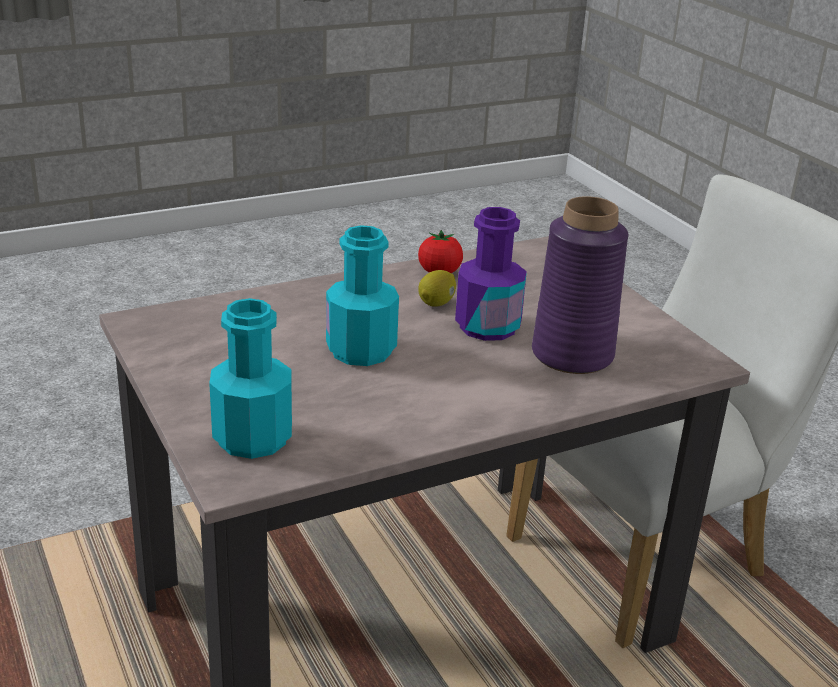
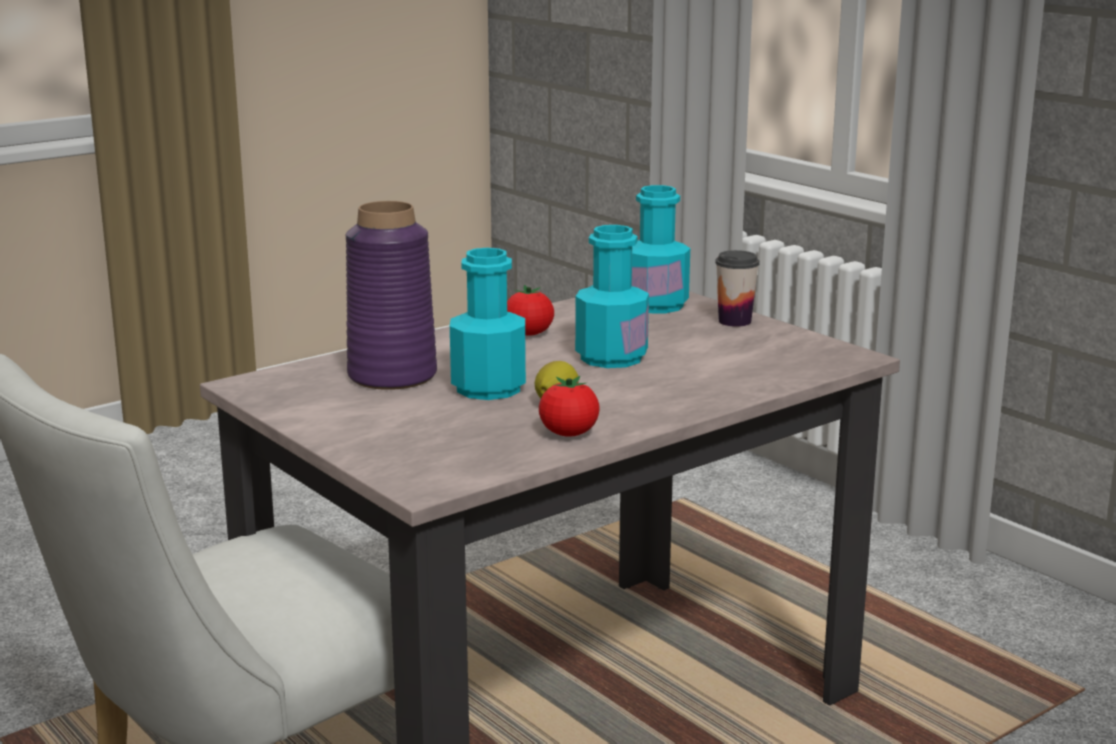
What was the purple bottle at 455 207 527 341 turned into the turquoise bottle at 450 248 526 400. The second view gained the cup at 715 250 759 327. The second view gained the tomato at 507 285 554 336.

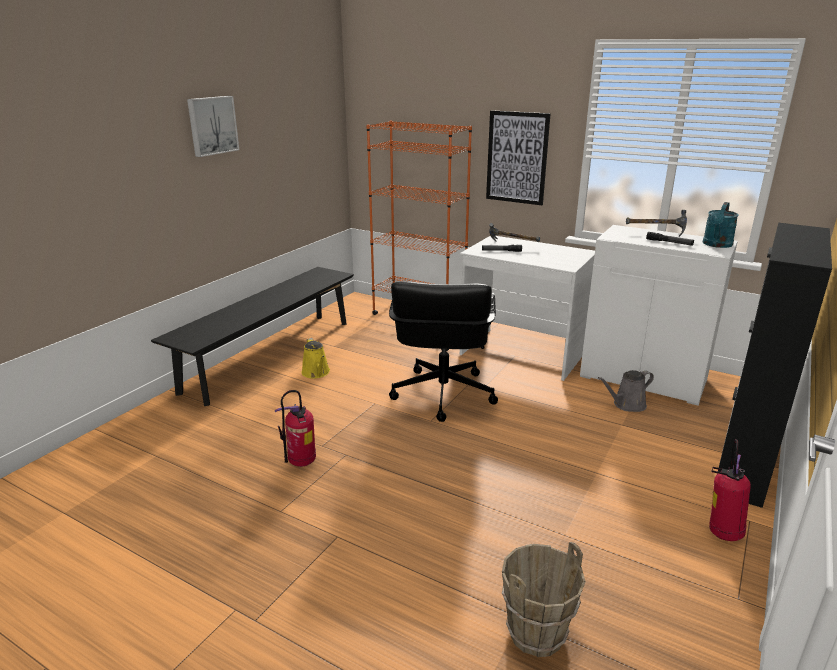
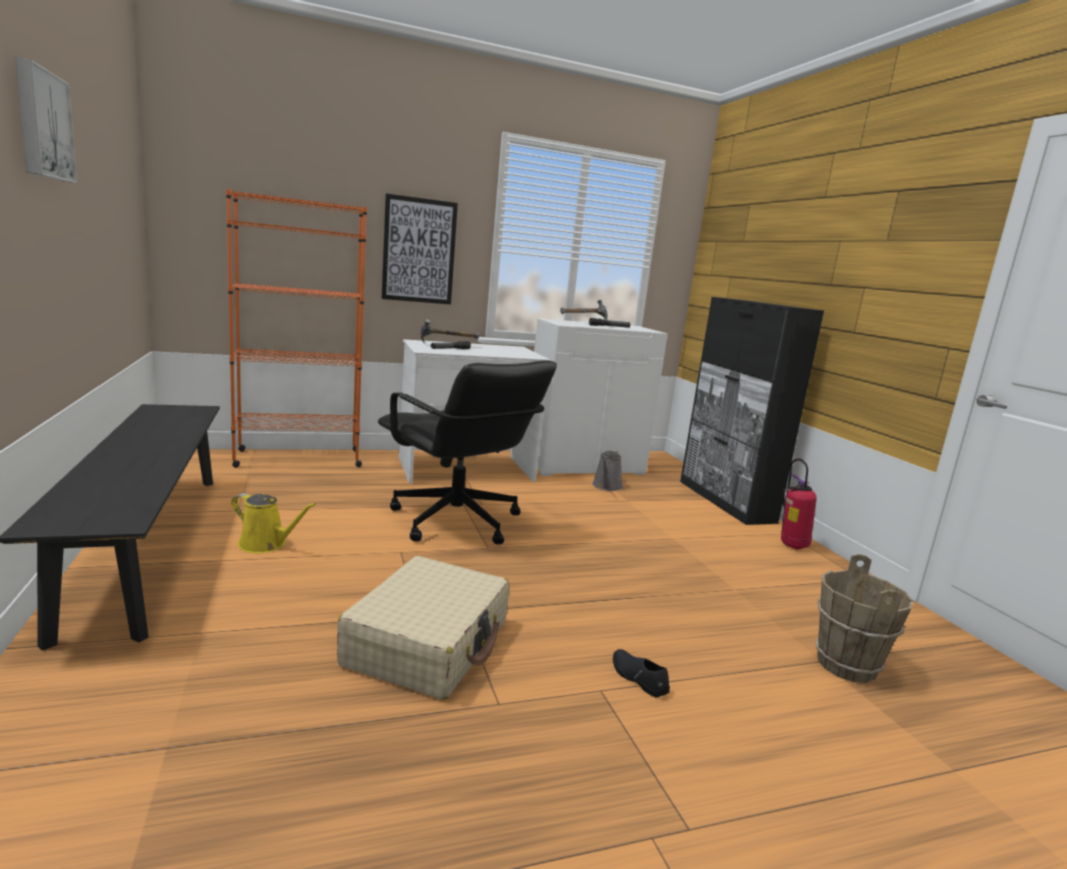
The second view lost the turquoise watering can at 703 202 739 248. Where the fire extinguisher stood at 275 390 316 467, the beige suitcase came to stand at 337 556 509 700. The second view gained the black shoe at 613 649 670 697.

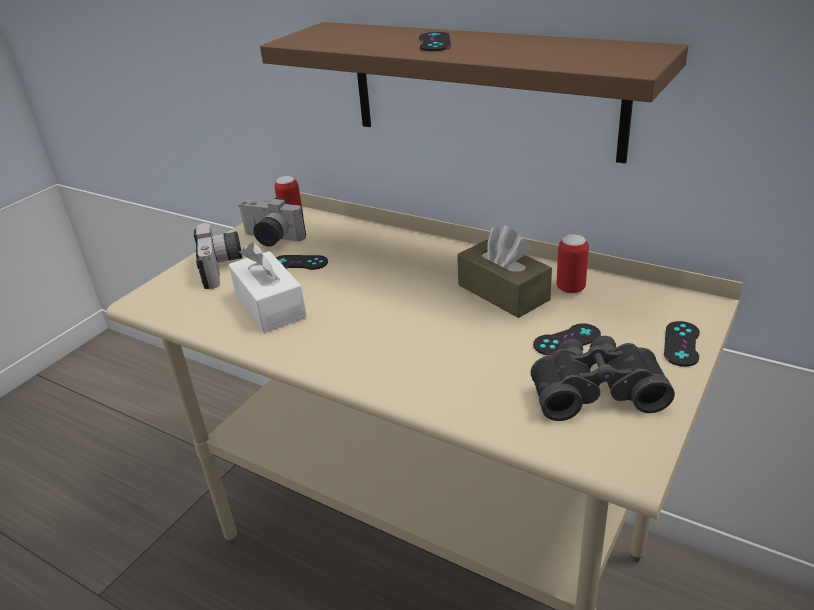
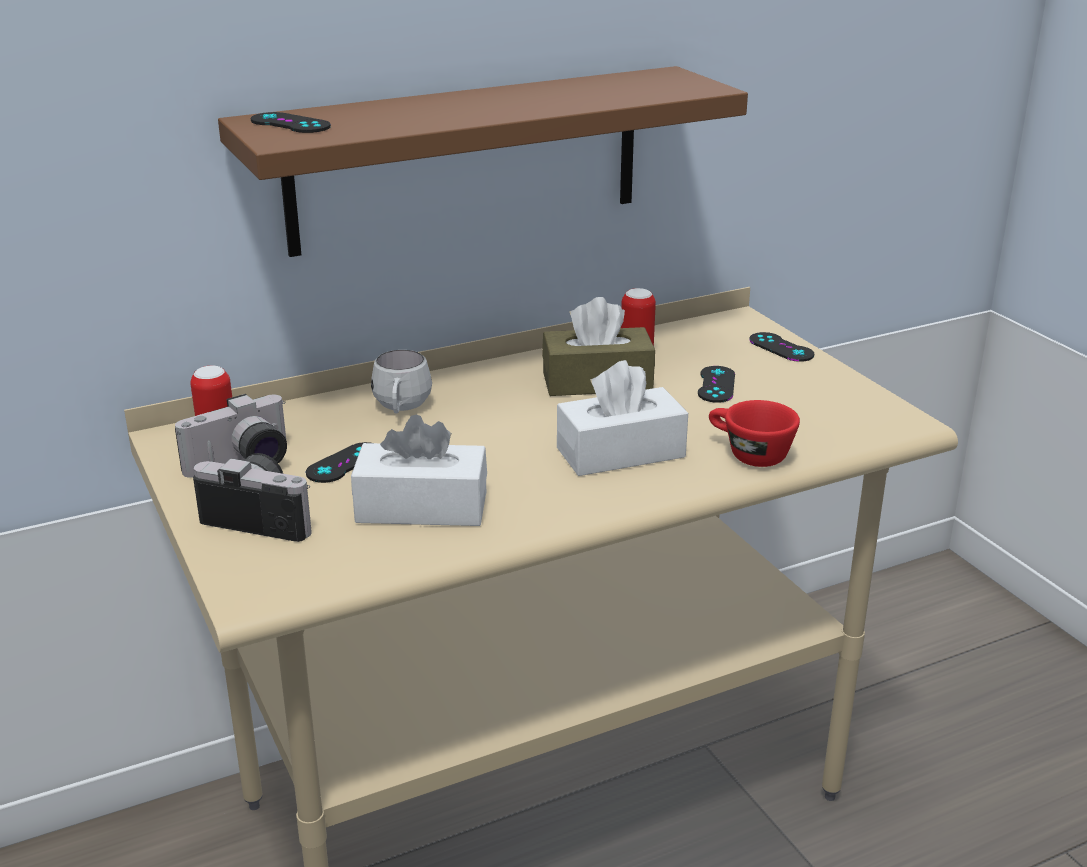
The black game controller ended up elsewhere, having gone from 419 32 451 51 to 251 112 331 133. The second view lost the black binoculars at 531 336 675 421. The second view gained the white mug at 371 350 432 414. The second view gained the white tissue box at 557 360 688 476. The second view gained the red cup at 709 400 800 467.

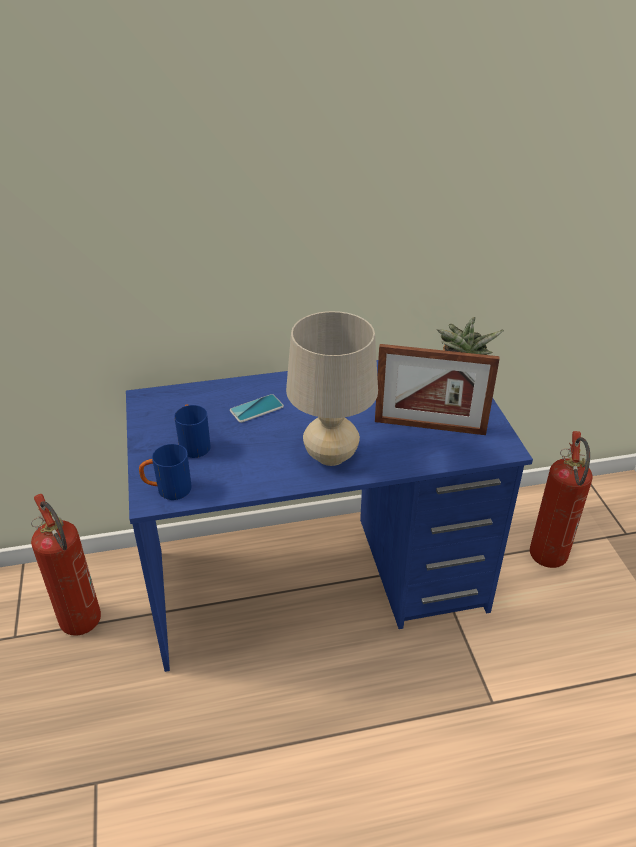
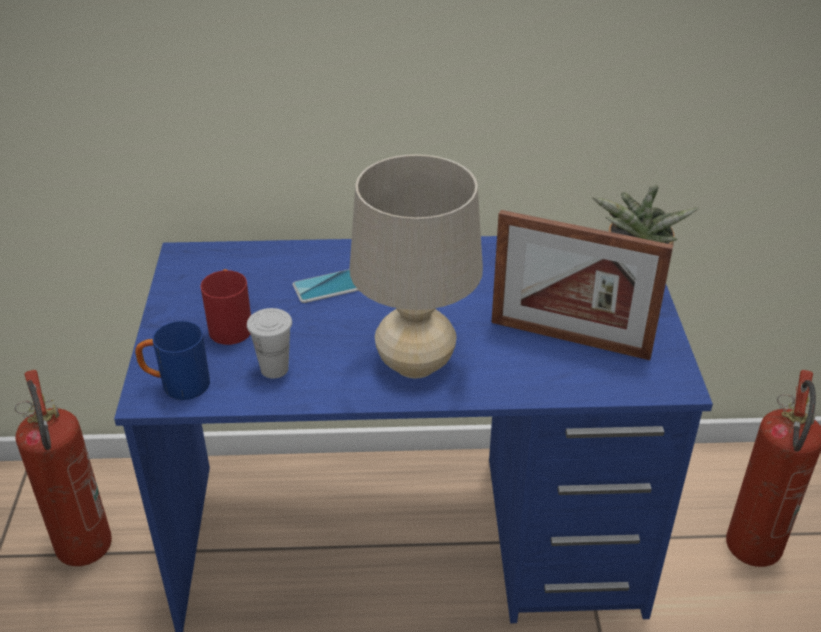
What was the blue mug at 174 404 211 458 turned into the red mug at 201 269 251 345. The second view gained the white cup at 247 308 292 379.

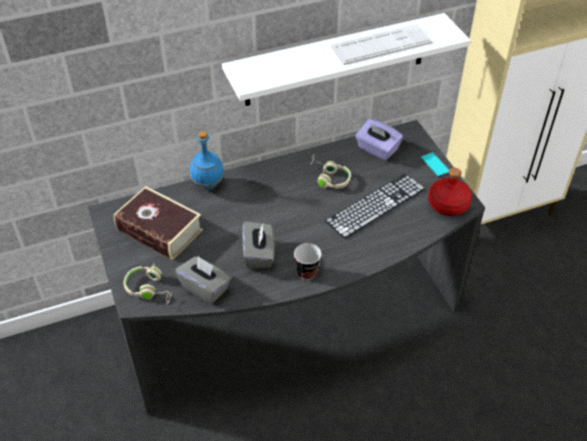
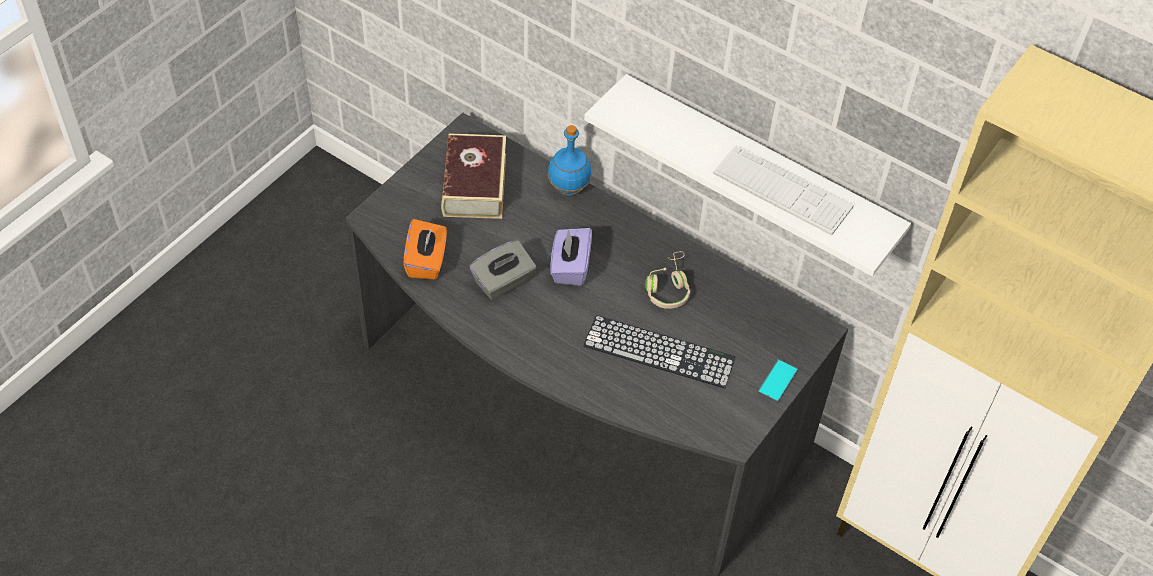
The purple tissue box ended up elsewhere, having gone from 355 119 403 160 to 550 228 592 286. The second view lost the red bottle at 428 168 472 216. The second view lost the cup at 294 243 321 280. What was the grey tissue box at 175 256 231 304 turned into the orange tissue box at 404 219 447 280. The second view lost the beige headphones at 124 263 172 304.

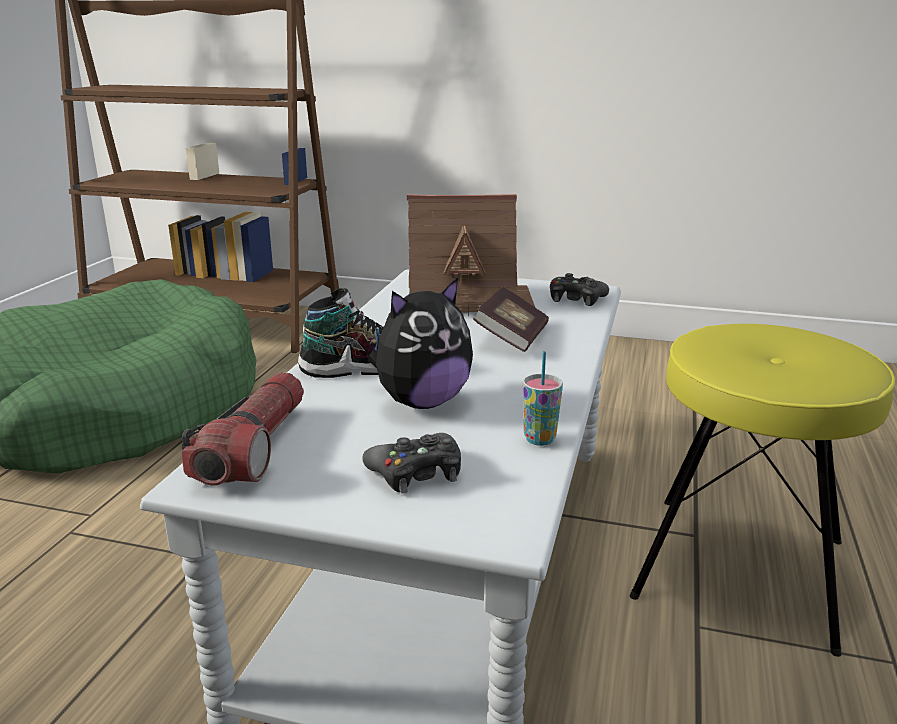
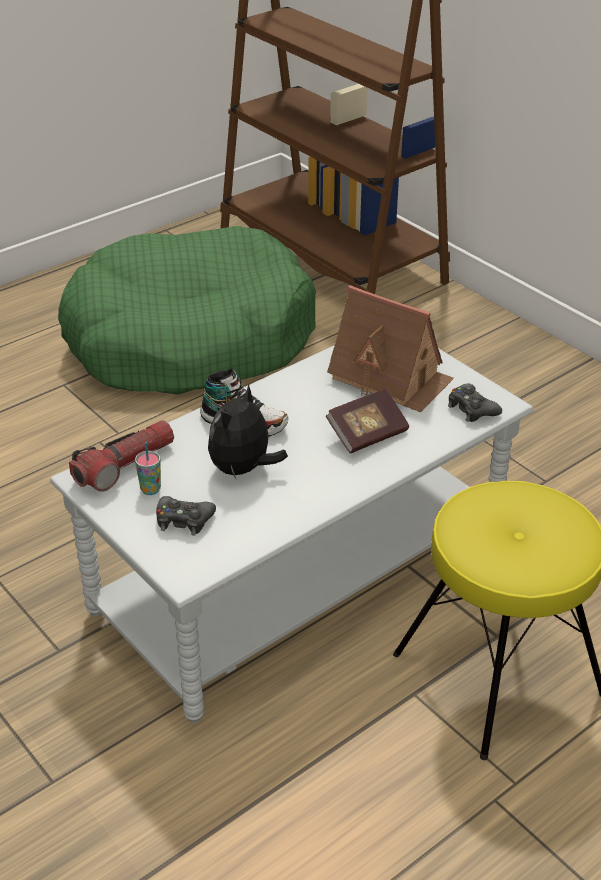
The plush toy at 368 277 473 409 ended up facing another way, 120 degrees clockwise from before. The cup ended up elsewhere, having gone from 523 351 563 446 to 135 442 161 495.

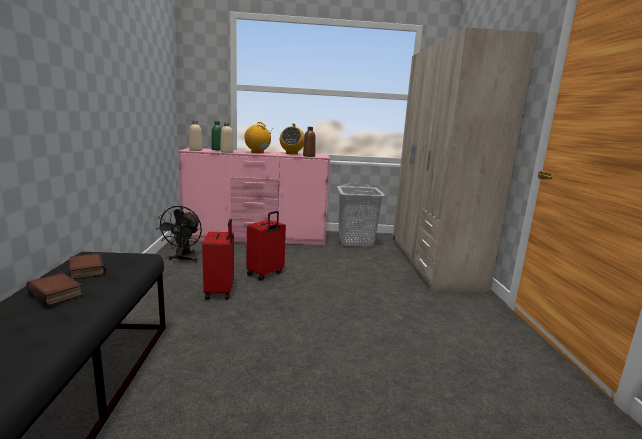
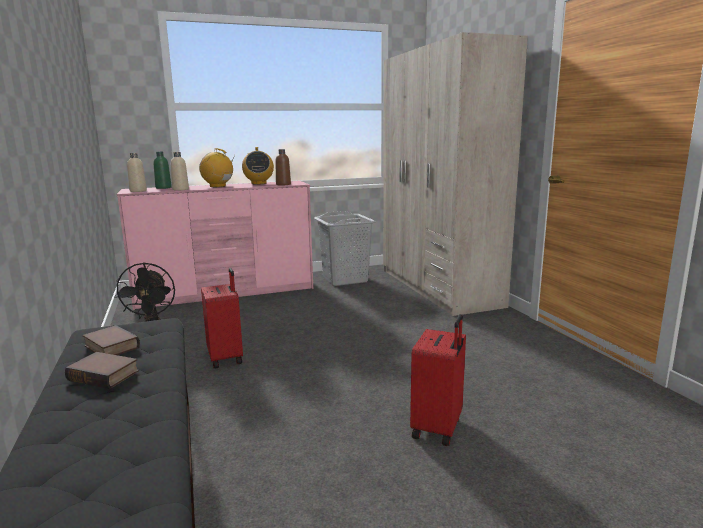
The red suitcase ended up elsewhere, having gone from 247 211 286 281 to 410 314 466 446.

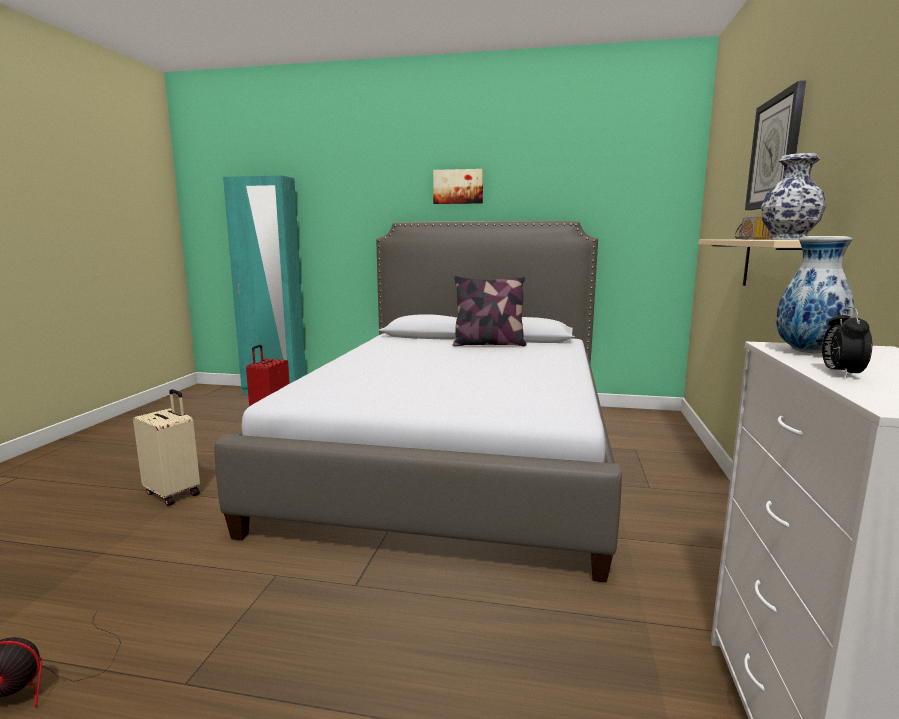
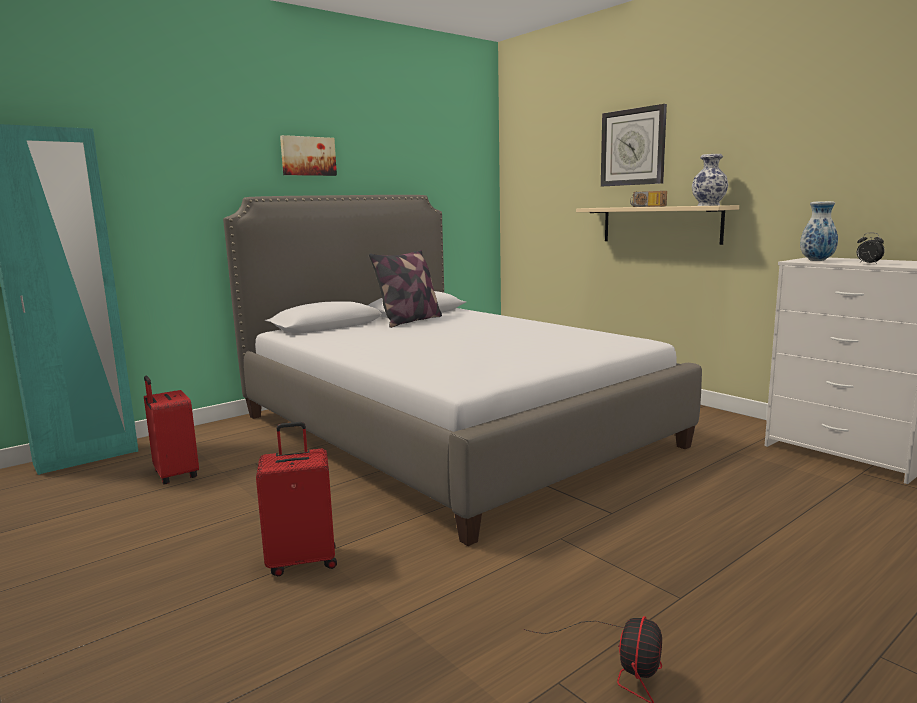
What was the beige suitcase at 133 389 200 506 turned into the red suitcase at 256 422 337 576.

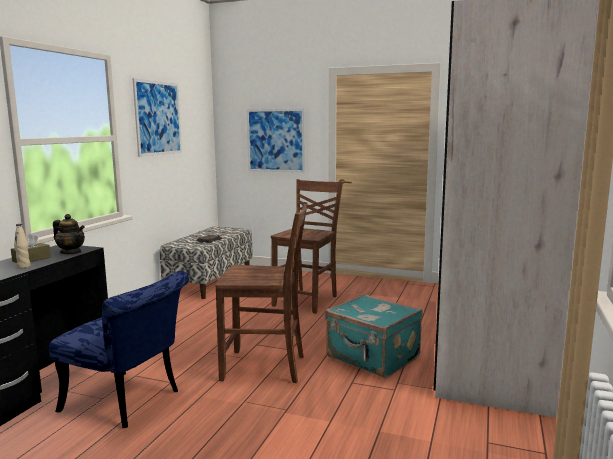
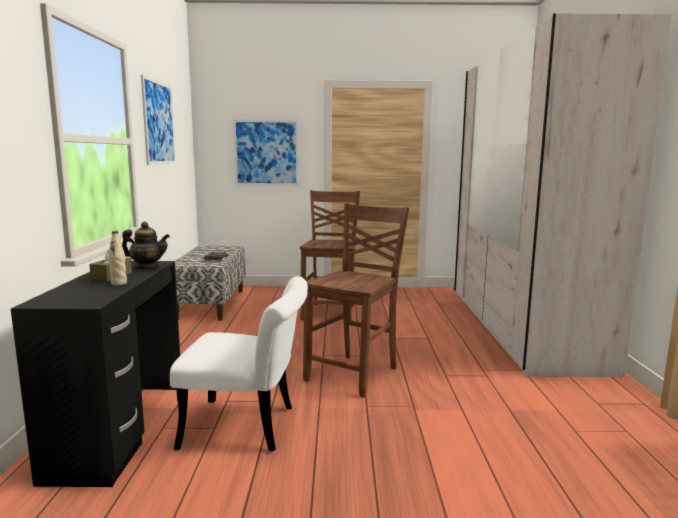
The brown chair at 216 202 307 383 ended up facing another way, 45 degrees counterclockwise from before. What was the blue chair at 49 270 189 428 turned into the white chair at 170 276 308 452. The second view lost the turquoise suitcase at 325 294 423 378.

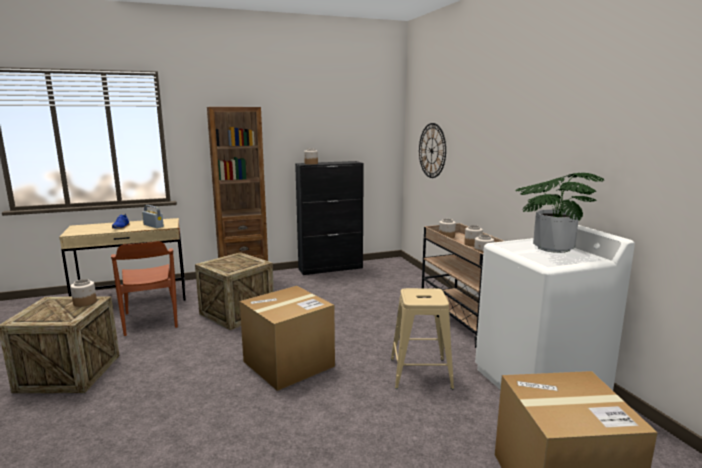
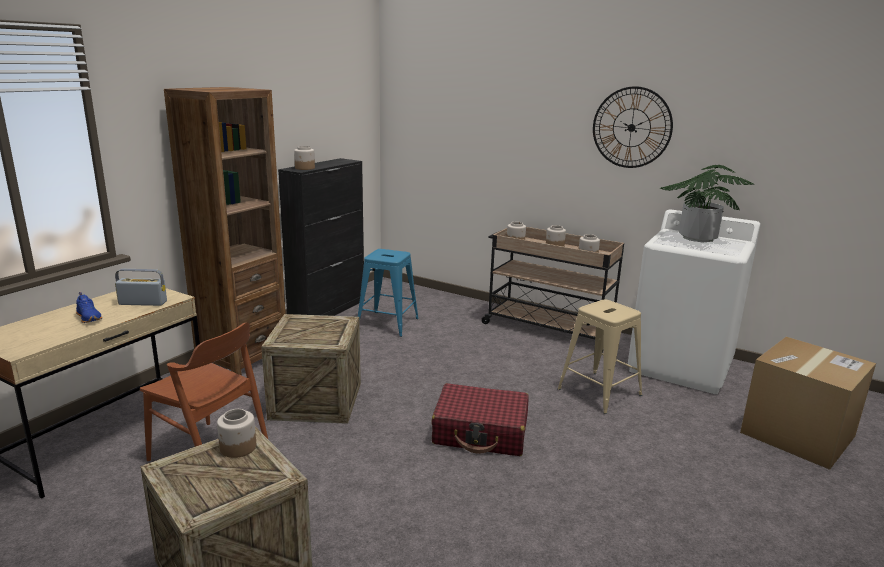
The wall clock ended up elsewhere, having gone from 419 123 446 178 to 593 86 673 168. Where the cardboard box stood at 240 286 335 391, the red suitcase came to stand at 431 383 529 456. The second view gained the blue stool at 358 249 419 337.

